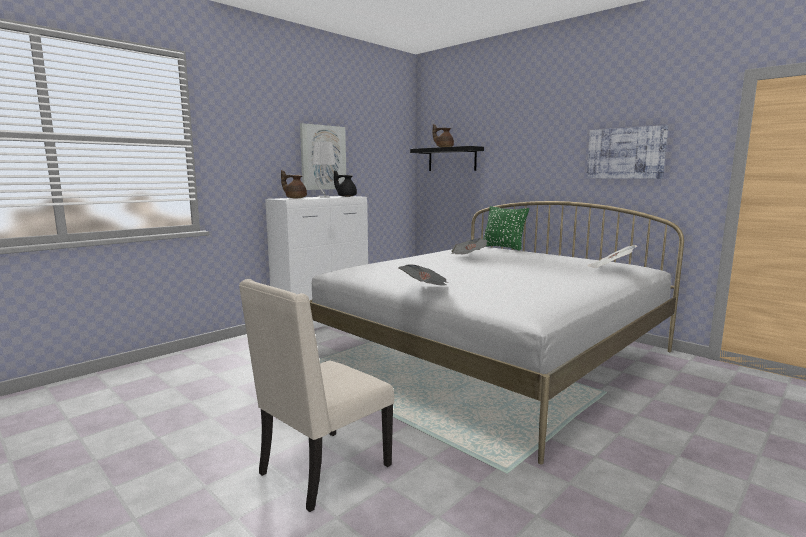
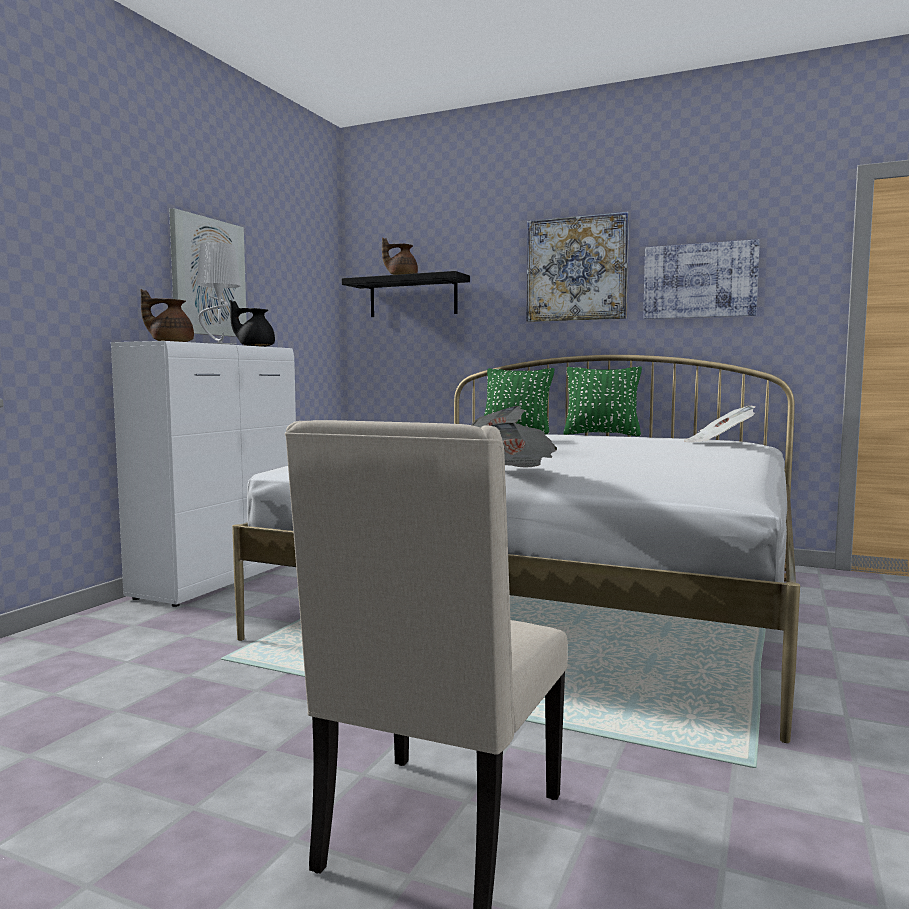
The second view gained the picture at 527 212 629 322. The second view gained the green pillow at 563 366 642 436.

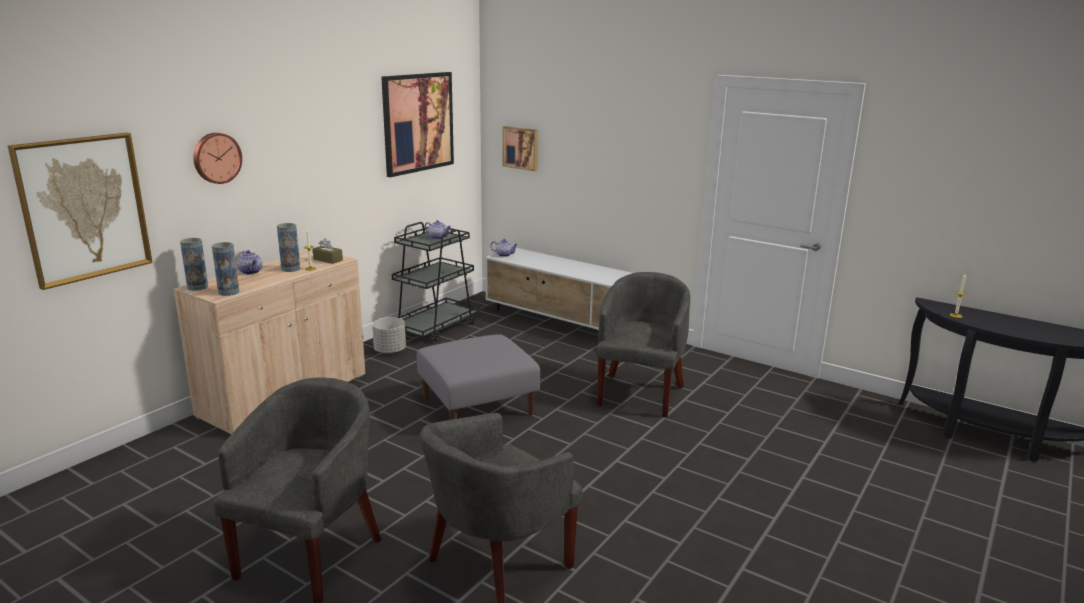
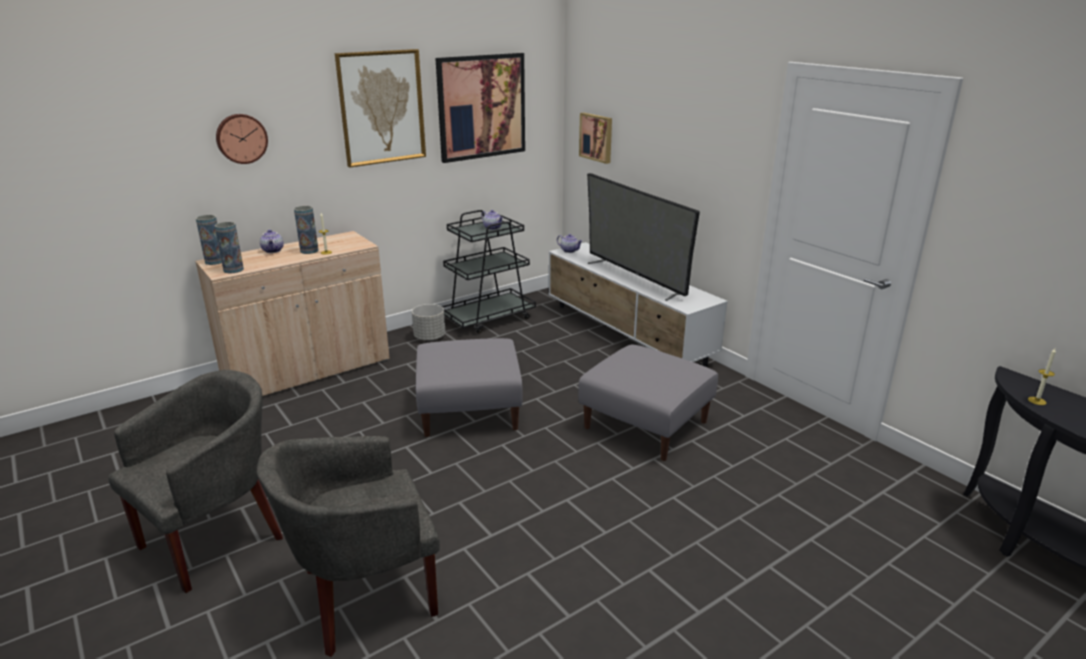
The picture ended up elsewhere, having gone from 8 133 153 290 to 335 49 426 167. The second view lost the brown tissue box at 313 238 343 264. Where the grey armchair stood at 597 272 690 418, the grey ottoman came to stand at 578 344 718 461. The second view gained the television at 587 173 700 301.

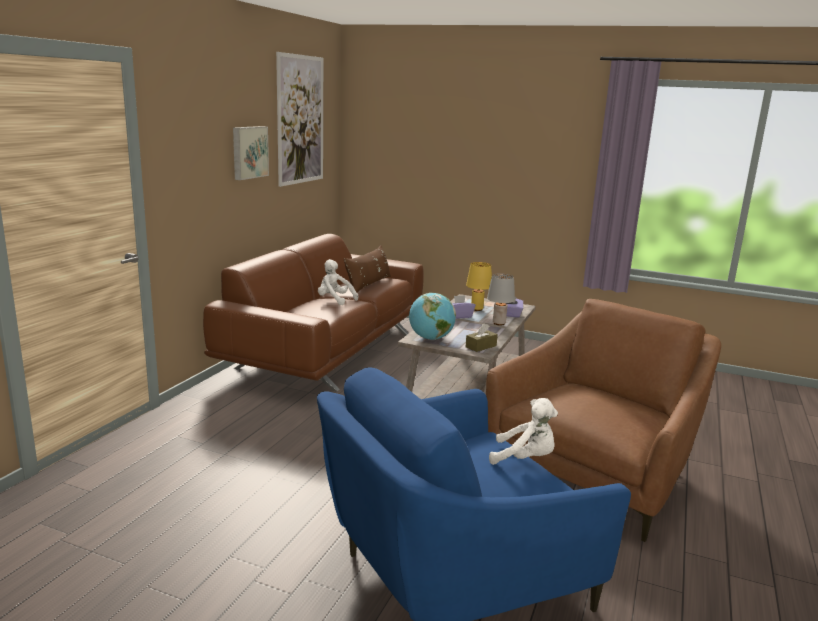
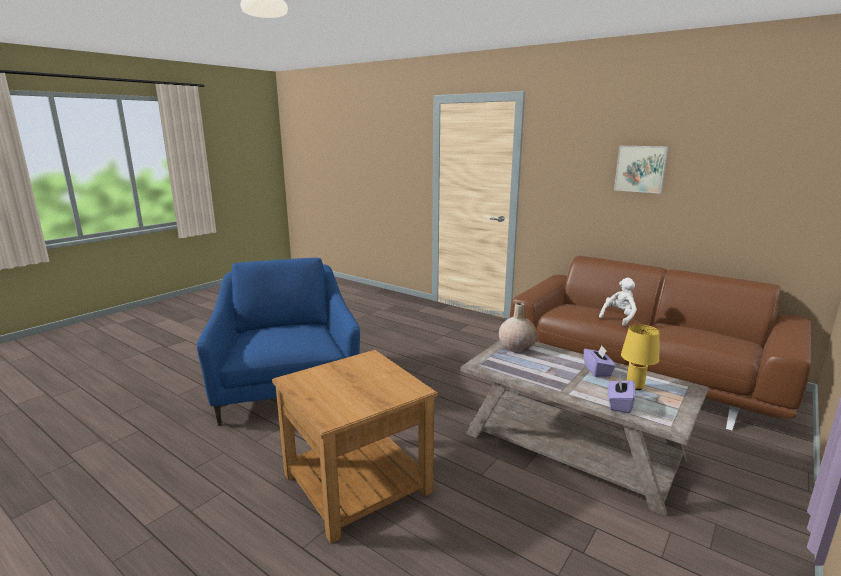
The second view lost the picture at 276 52 323 187. The second view lost the brown pillow at 344 245 391 292. The second view lost the grey table lamp at 487 273 515 326. Where the globe stood at 409 293 456 340, the beige vase came to stand at 499 302 537 352. Where the brown armchair stood at 486 299 721 542, the brown side table came to stand at 272 350 438 543. The second view lost the brown tissue box at 466 323 498 352. The second view lost the white plush toy at 489 398 558 465.

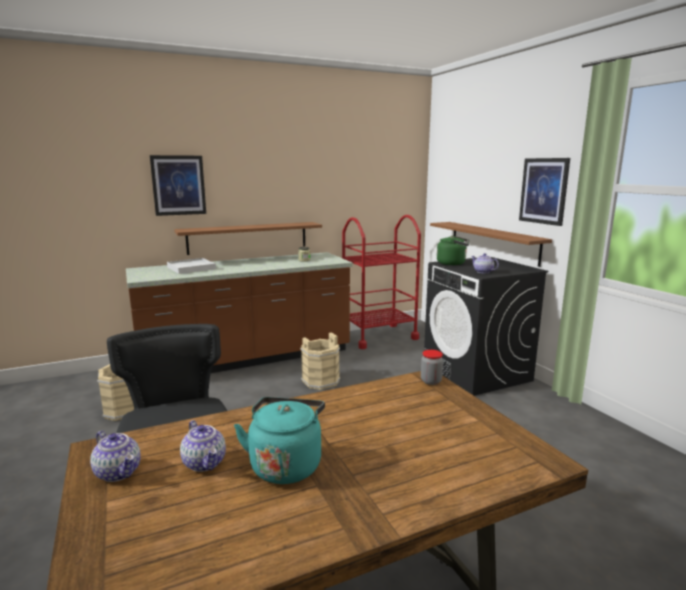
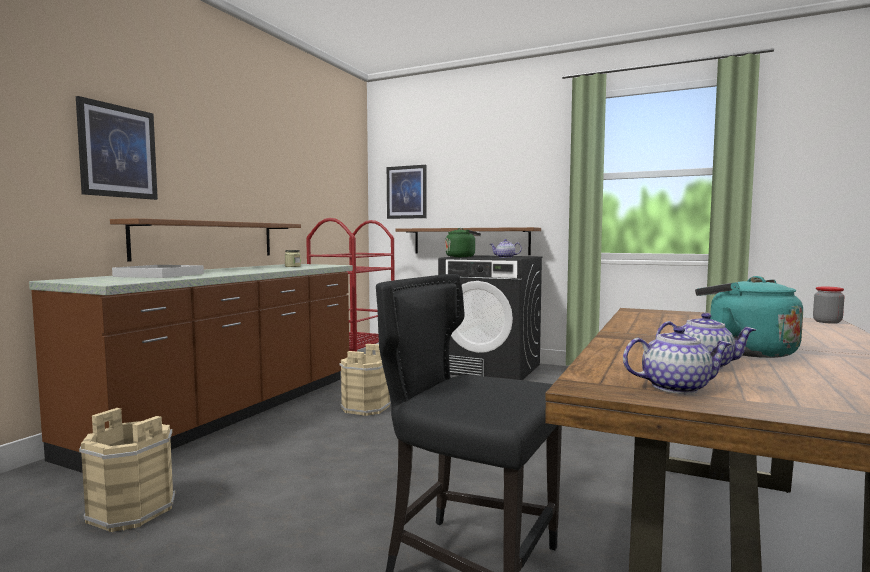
The picture ended up elsewhere, having gone from 519 158 570 226 to 387 165 427 219. The jar ended up elsewhere, having gone from 421 350 443 385 to 813 286 845 324.

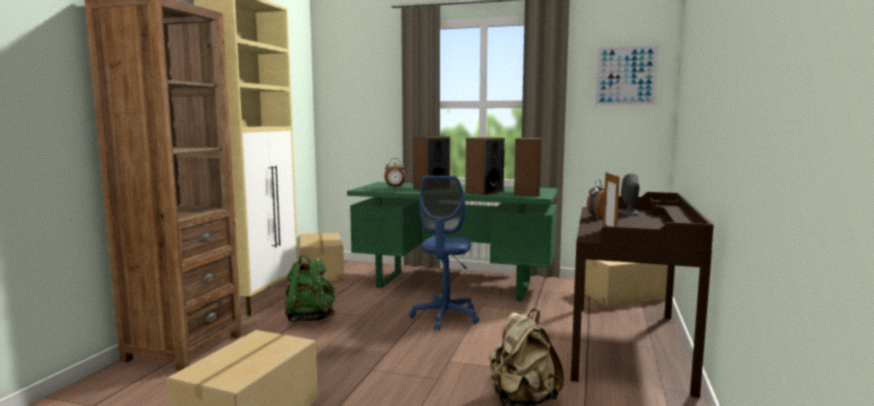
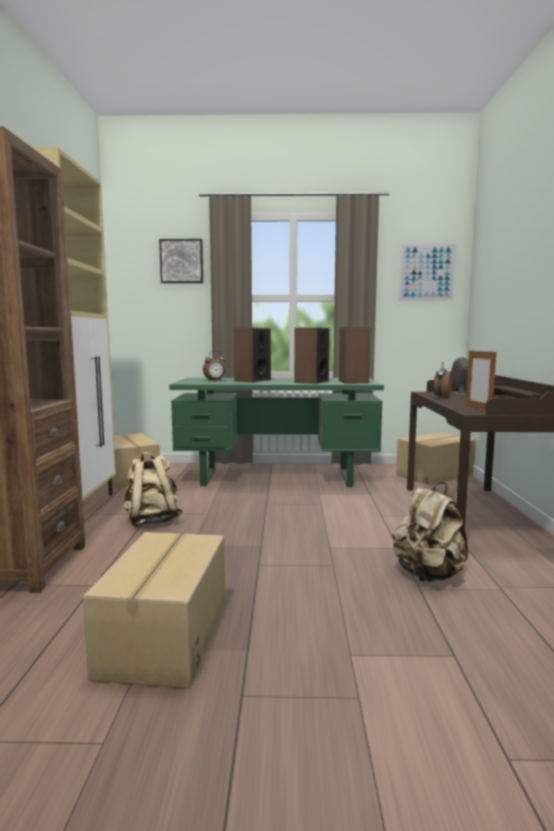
The second view lost the blue office chair at 409 175 479 330. What was the green backpack at 284 255 335 322 turned into the beige backpack at 123 452 182 526. The second view gained the picture at 159 239 203 283.

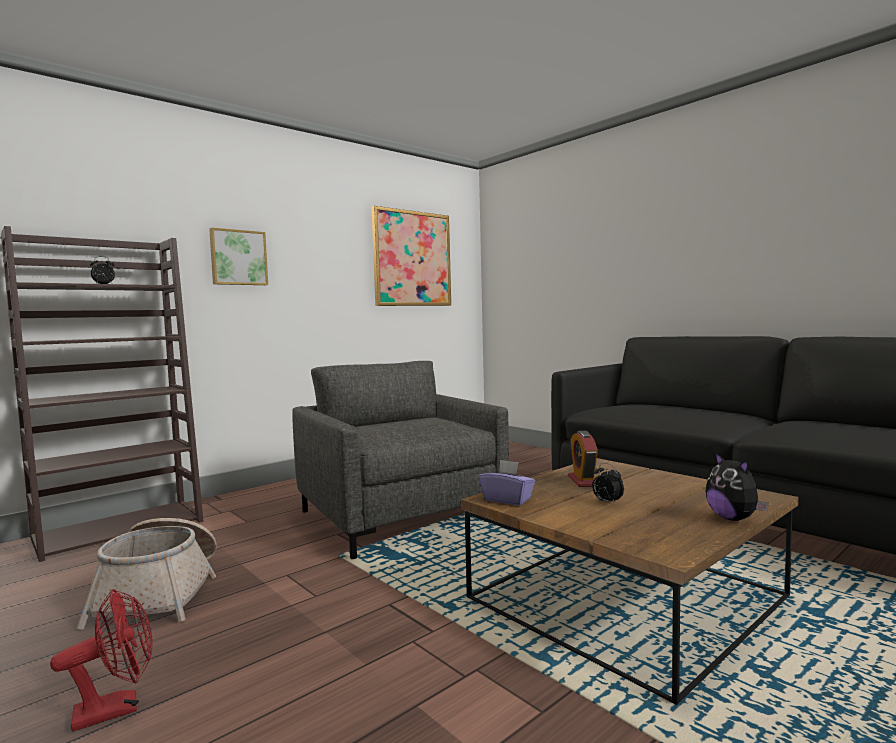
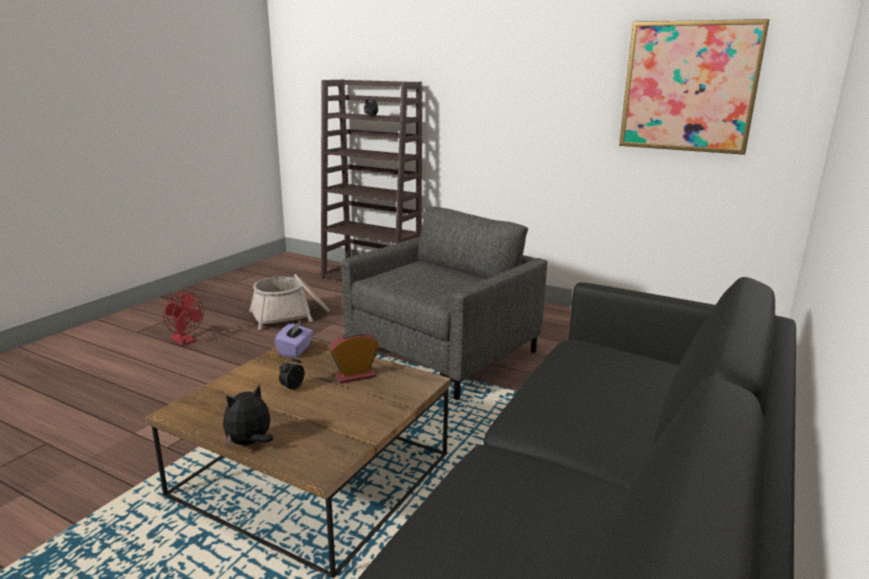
The second view lost the picture at 209 228 268 285.

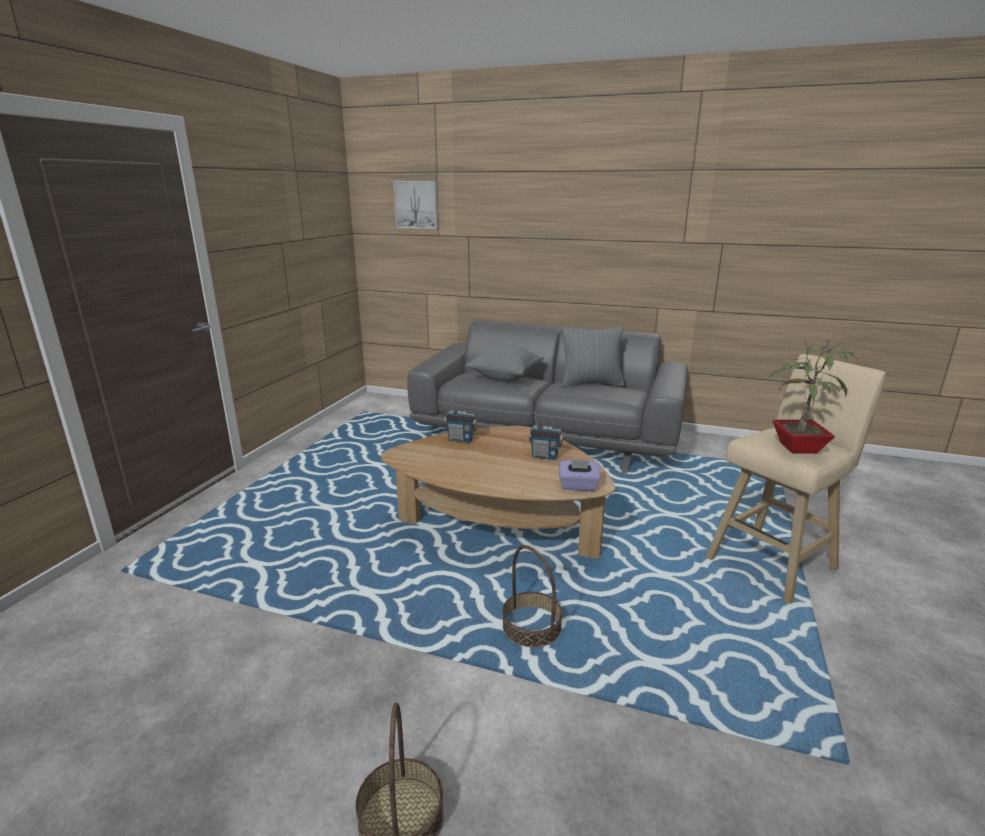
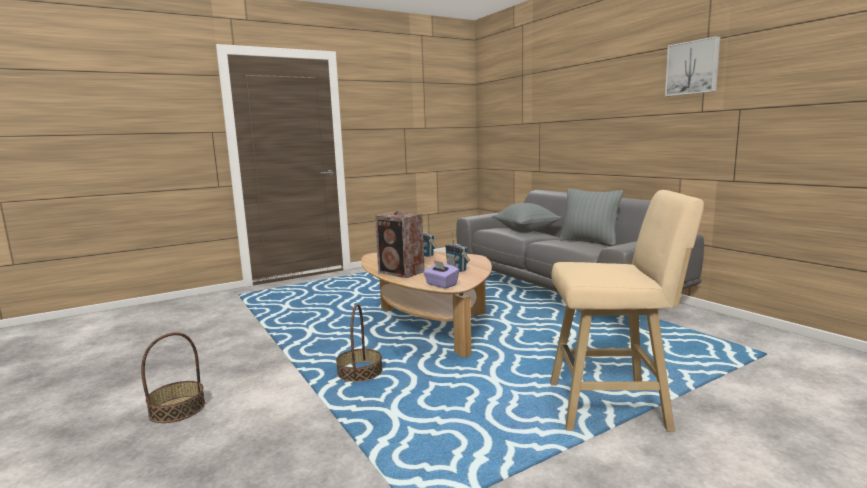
The picture ended up elsewhere, having gone from 394 181 438 229 to 665 36 720 96. The second view lost the potted plant at 768 340 857 454. The second view gained the speaker at 375 211 425 278.

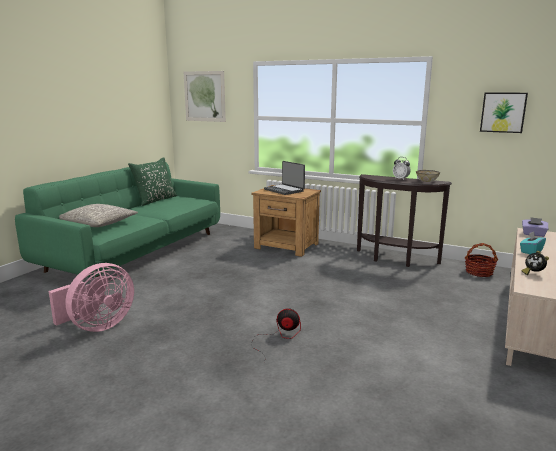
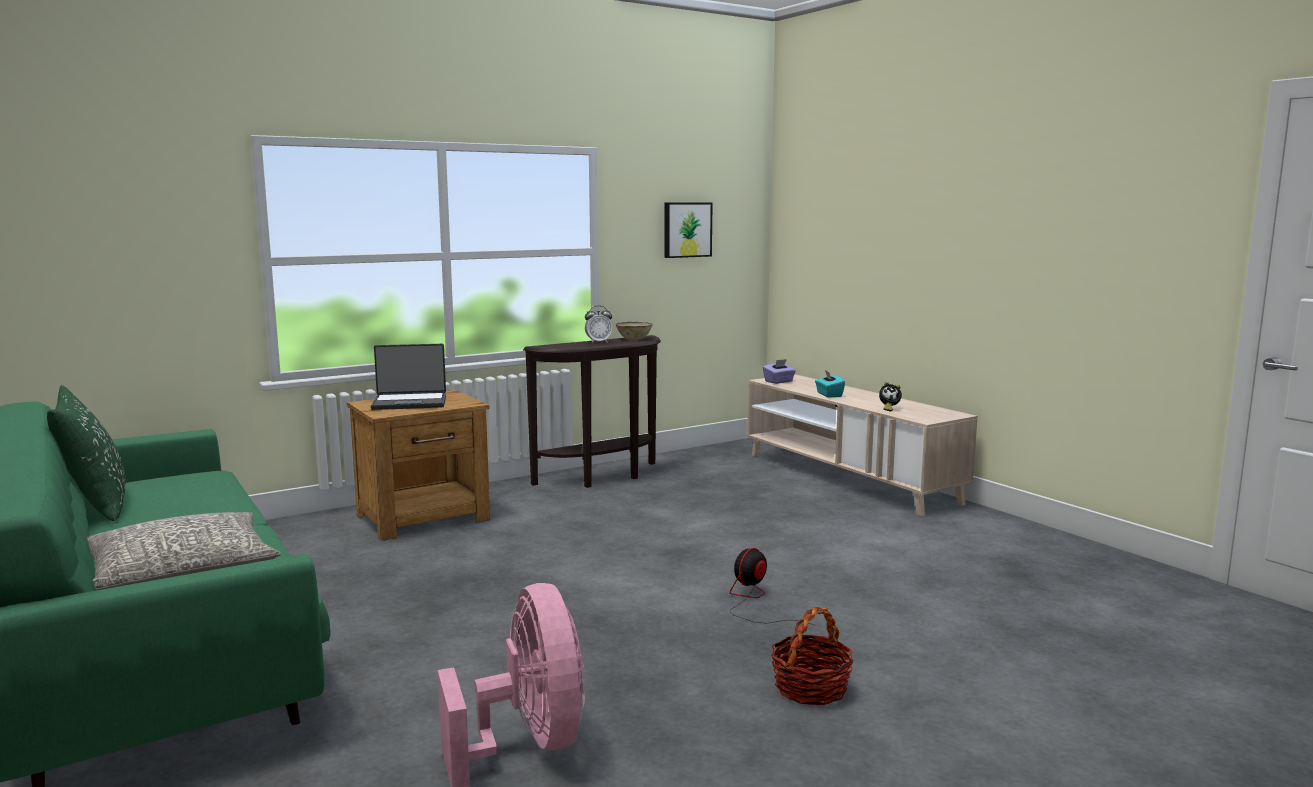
The second view lost the picture at 184 71 226 122. The basket ended up elsewhere, having gone from 465 243 498 277 to 771 607 853 705.

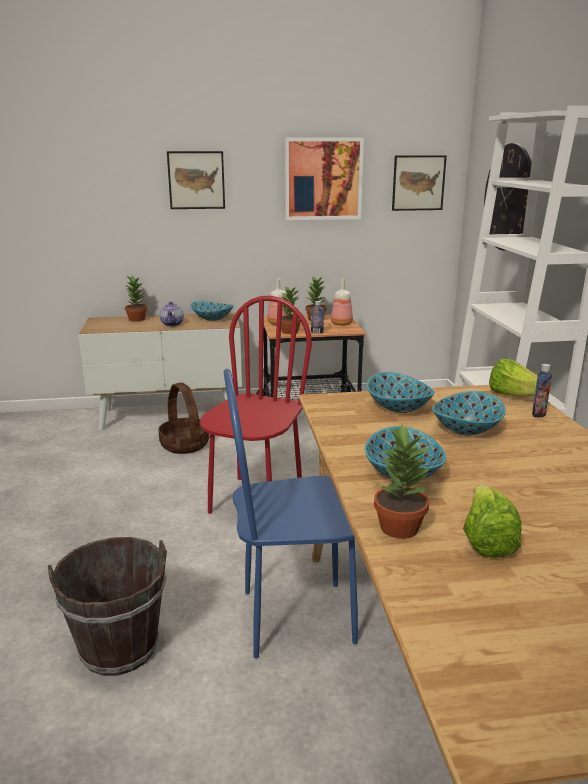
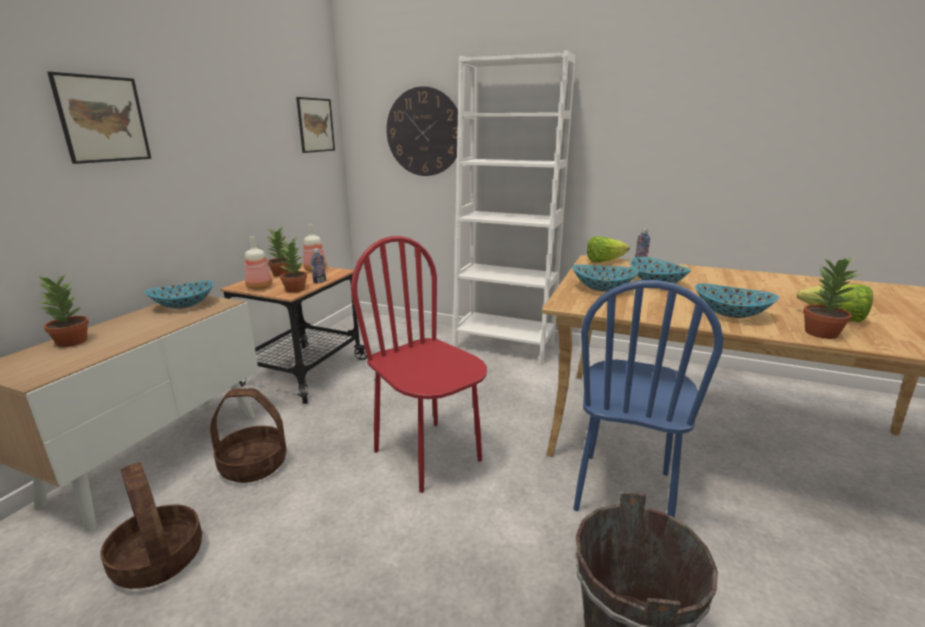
The second view lost the picture at 285 137 364 220. The second view lost the teapot at 160 302 184 327. The second view gained the basket at 100 462 202 589.

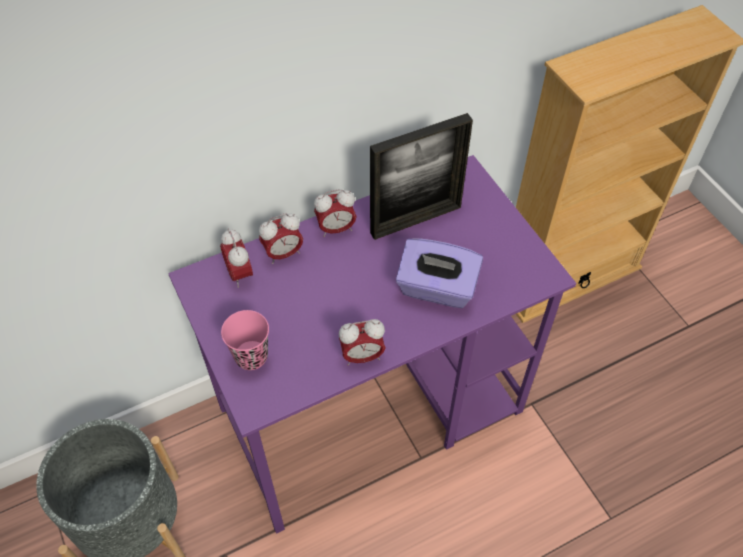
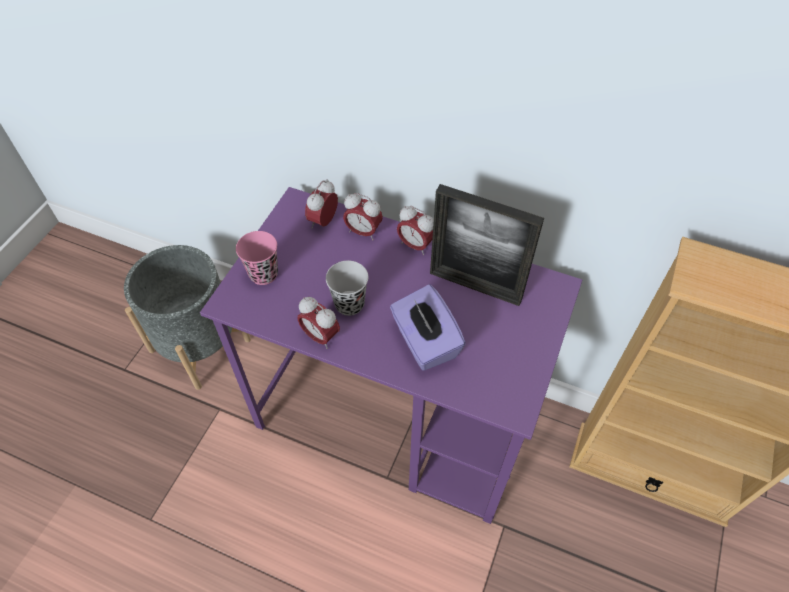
The second view gained the black cup at 326 261 368 316.

